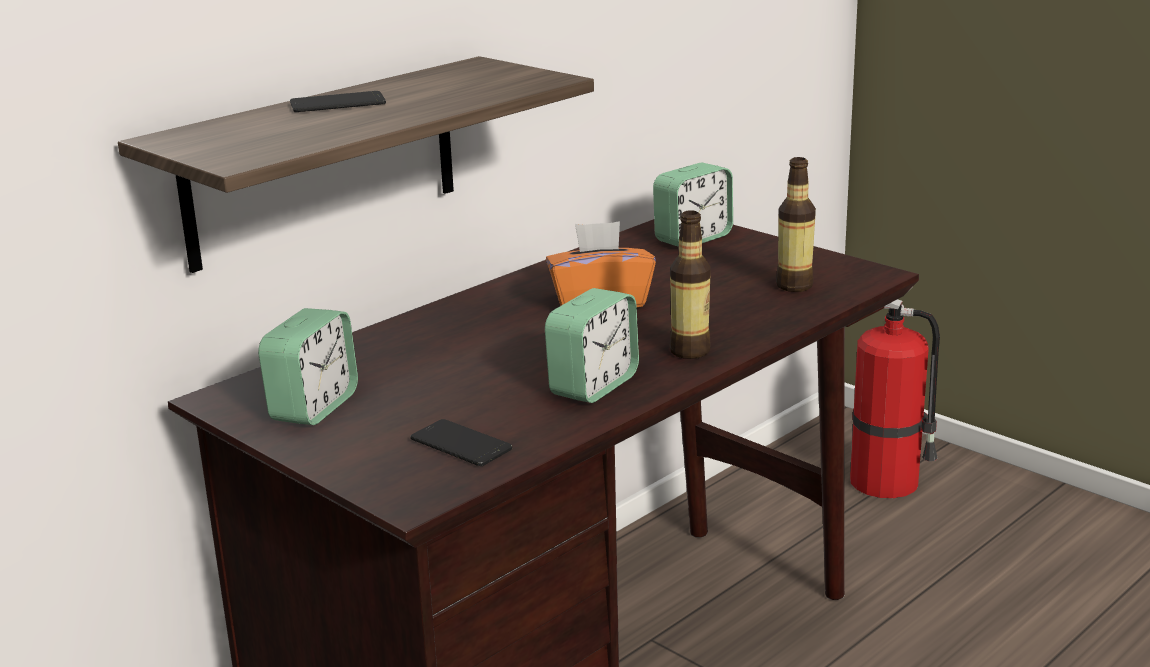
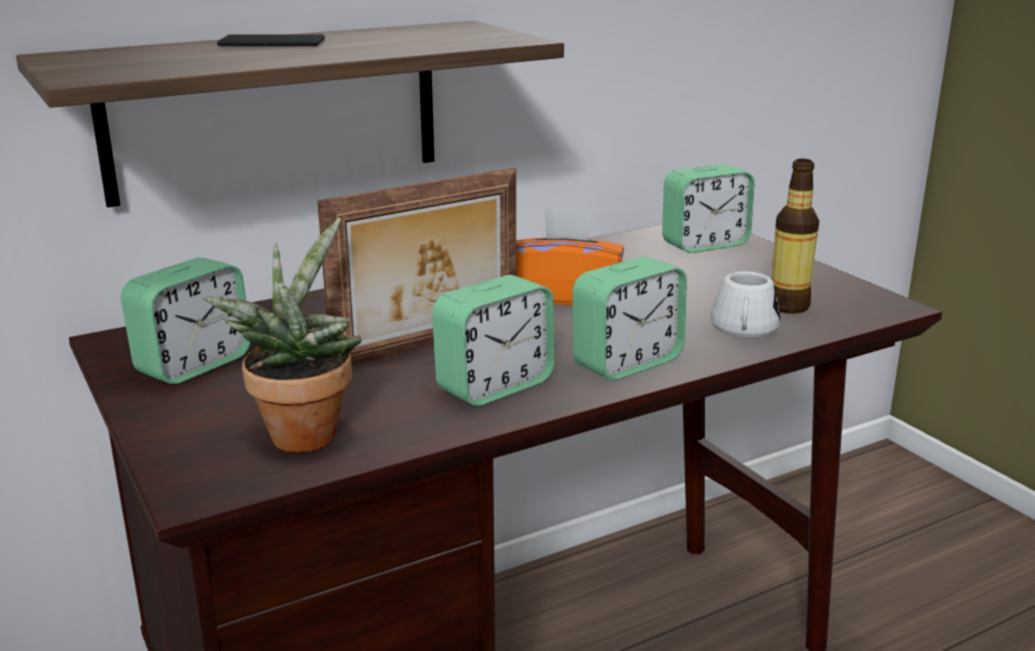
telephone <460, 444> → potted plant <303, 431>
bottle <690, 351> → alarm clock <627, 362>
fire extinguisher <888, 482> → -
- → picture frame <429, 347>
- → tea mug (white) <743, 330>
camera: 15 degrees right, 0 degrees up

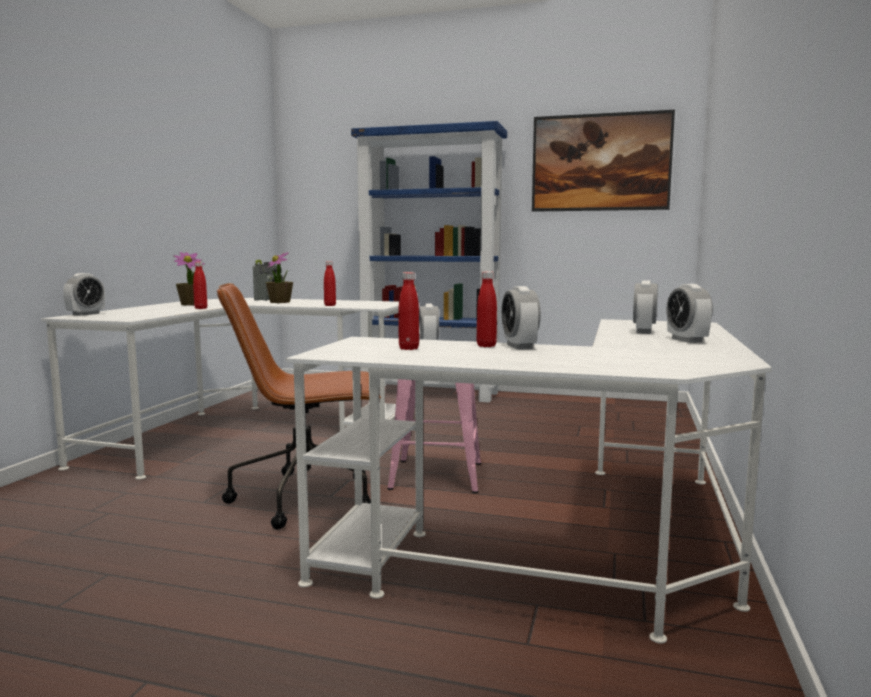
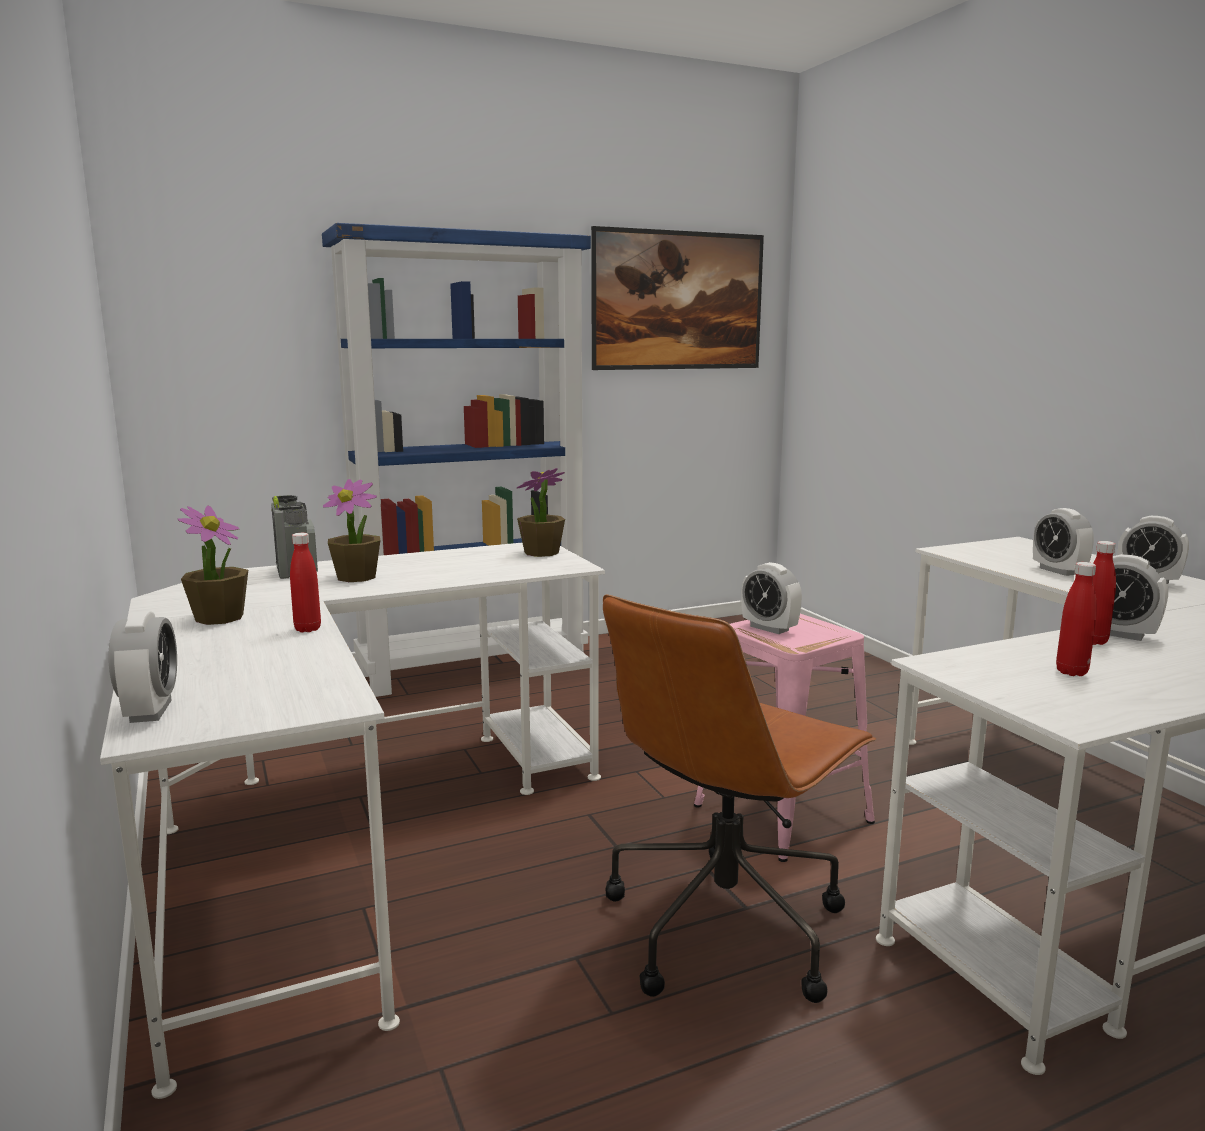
bottle (red) <330, 305> → -
- → potted plant <541, 552>
camera: 40 degrees left, 5 degrees up

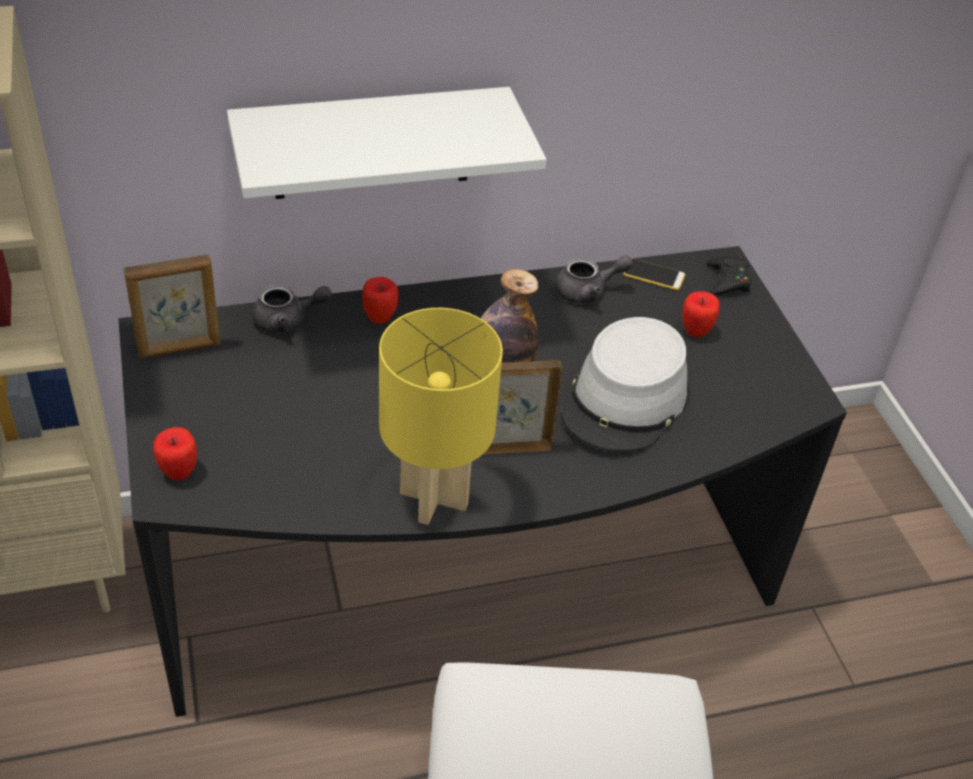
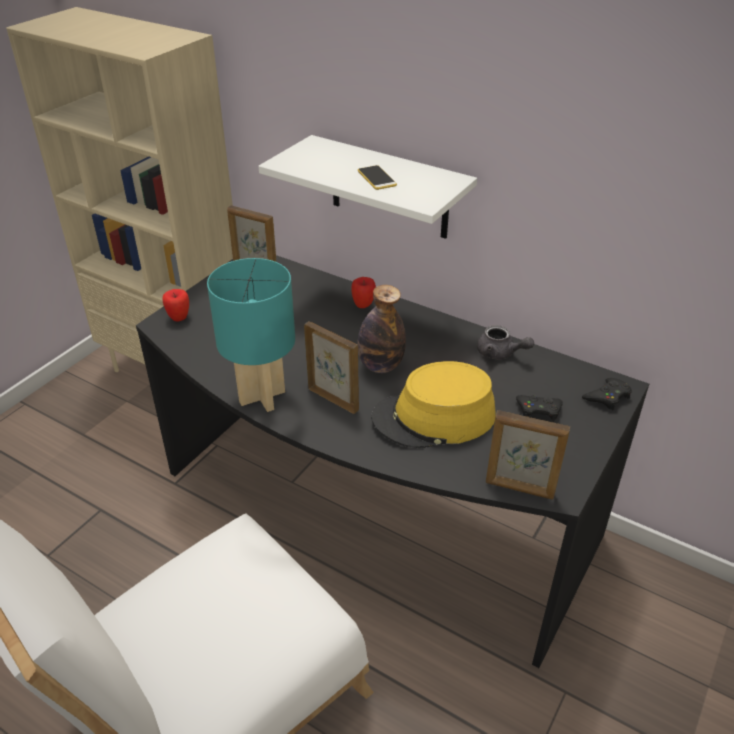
pot for tea (greyish) <288, 321> → -
lamp for a table (yellow-coloured) <432, 499> → lamp for a table (turquoise-coloured) <261, 396>
clothing hat (greyish) <625, 401> → clothing hat (yellow-coloured) <434, 418>
telephone <654, 275> → telephone <377, 178>, moved
apple <695, 331> → gamepad (blackish) <538, 410>
- → picture frame <519, 489>
camera: 50 degrees right, 5 degrees down

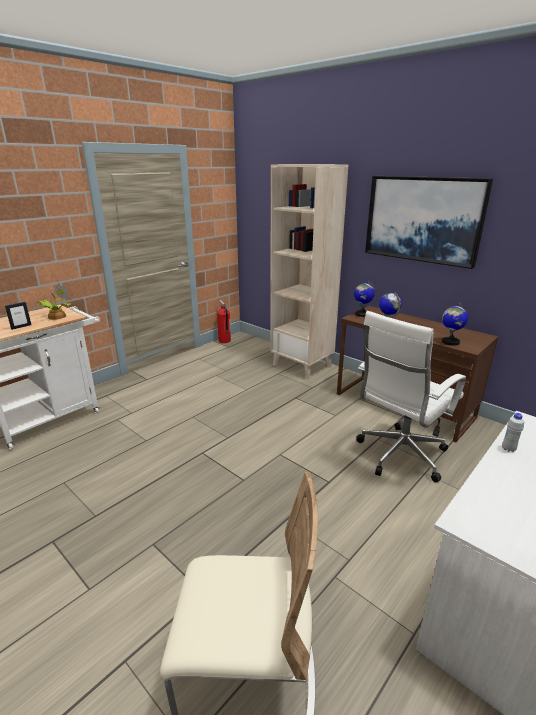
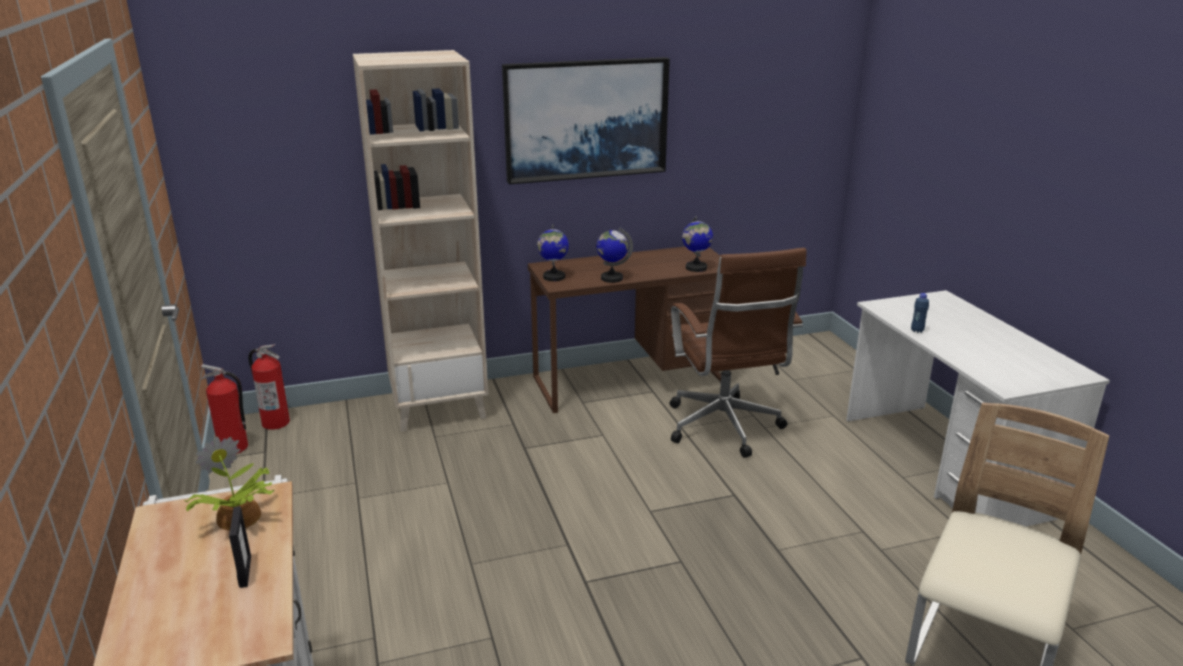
computer chair (white) <399, 456> → computer chair (brownish) <724, 429>
bottle (white) <508, 449> → bottle (bluish) <917, 331>
- → fire extinguisher <275, 422>
camera: 60 degrees left, 0 degrees up

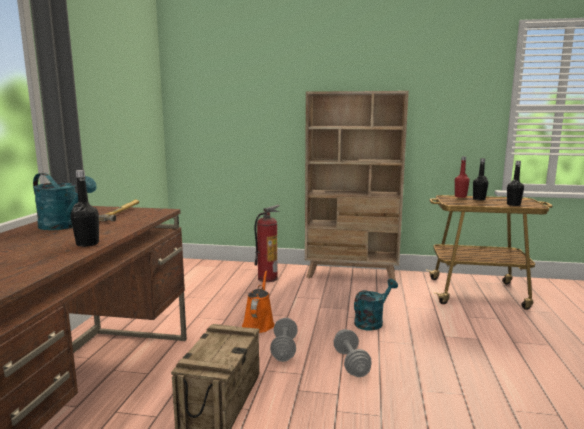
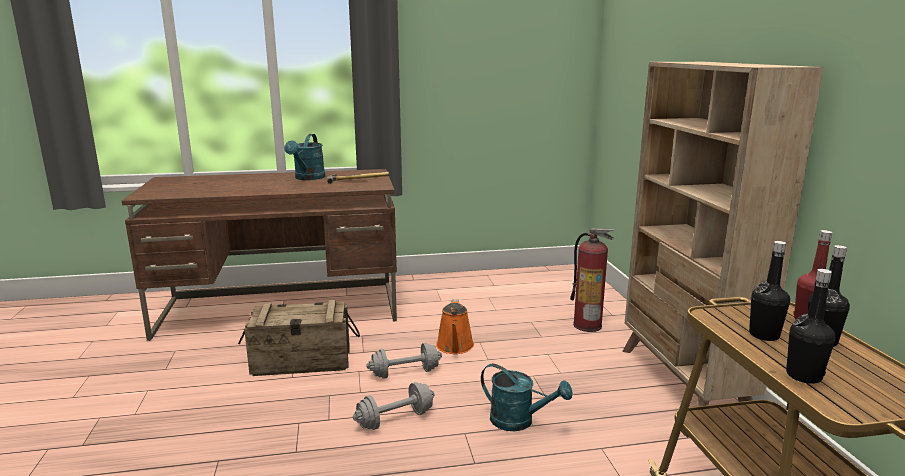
bottle (blackish) <87, 244> → bottle (blackish) <764, 335>, moved
watering pot (orange-coloured) <259, 323> → watering pot (orange-coloured) <455, 347>, 105 degrees clockwise
camera: 70 degrees right, 5 degrees up

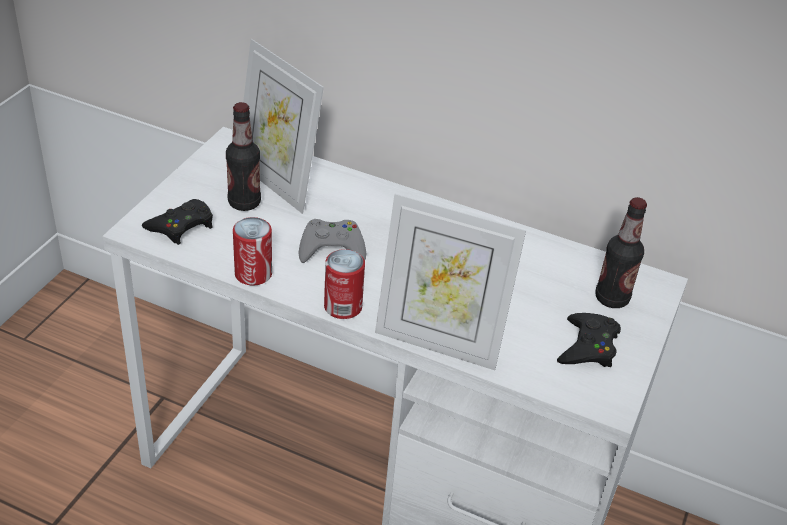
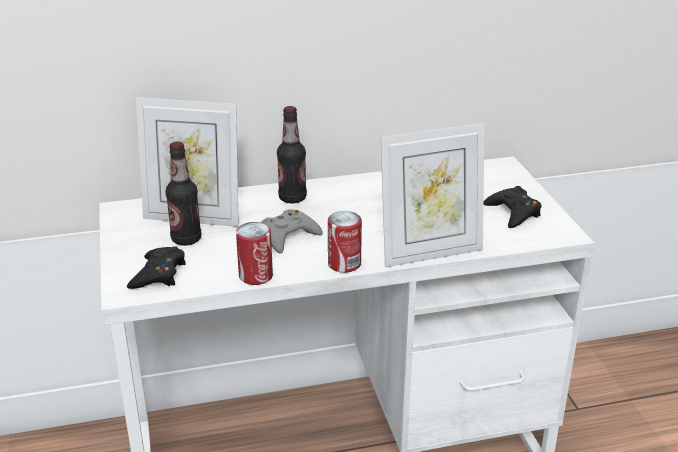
bottle <611, 298> → bottle <292, 198>, moved
camera: 35 degrees left, 10 degrees down

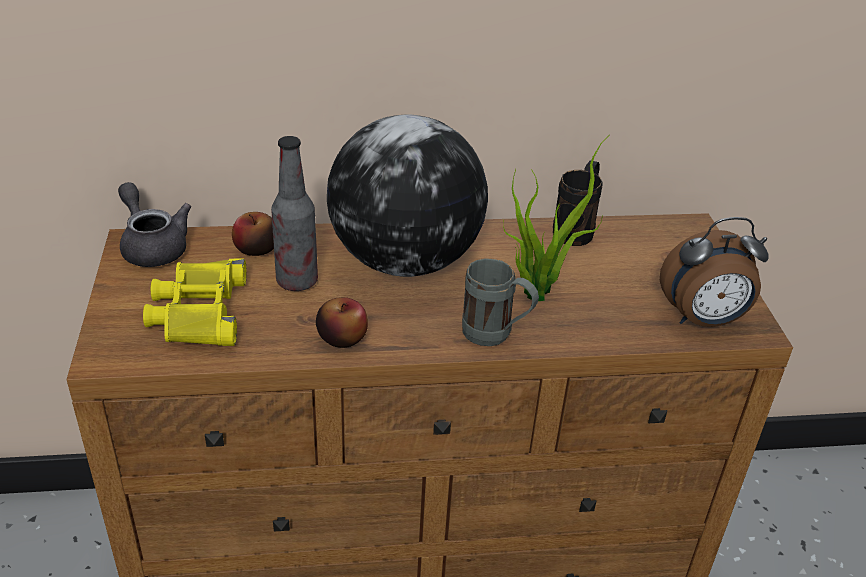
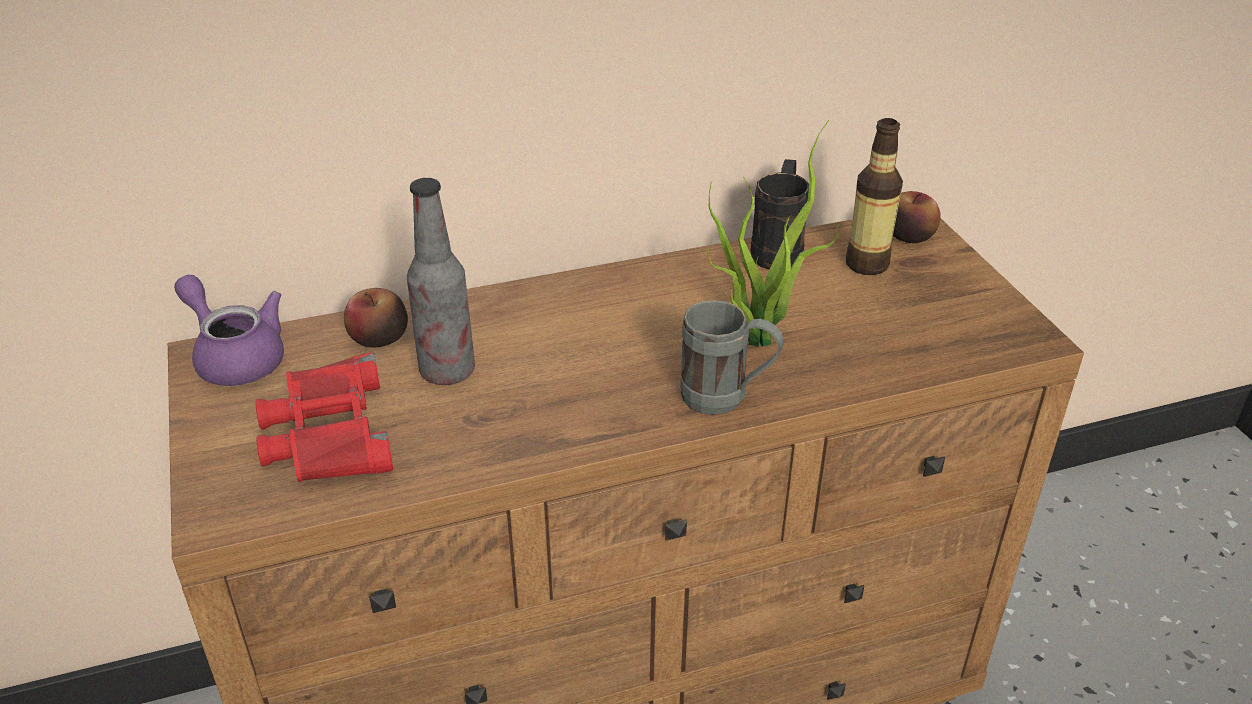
pot for tea (greyish) <152, 246> → pot for tea (purple) <236, 356>
binoculars (yellow-coloured) <198, 311> → binoculars (red) <327, 434>
apple <342, 337> → apple <908, 235>, moved
globe <404, 261> → -
alarm clock <703, 320> → -
- → bottle <866, 264>
camera: 10 degrees left, 0 degrees up

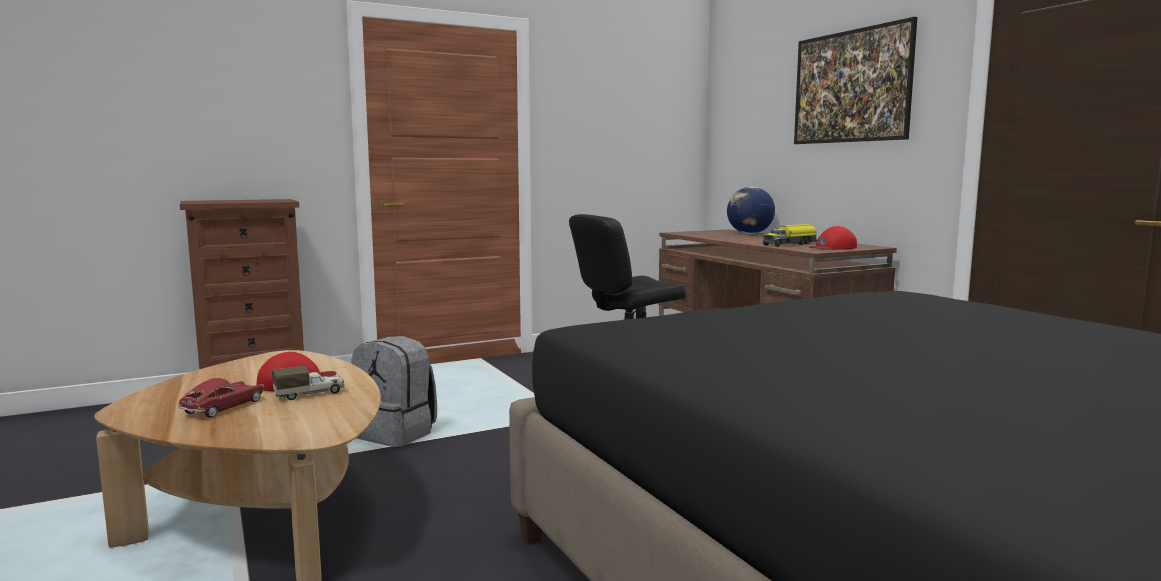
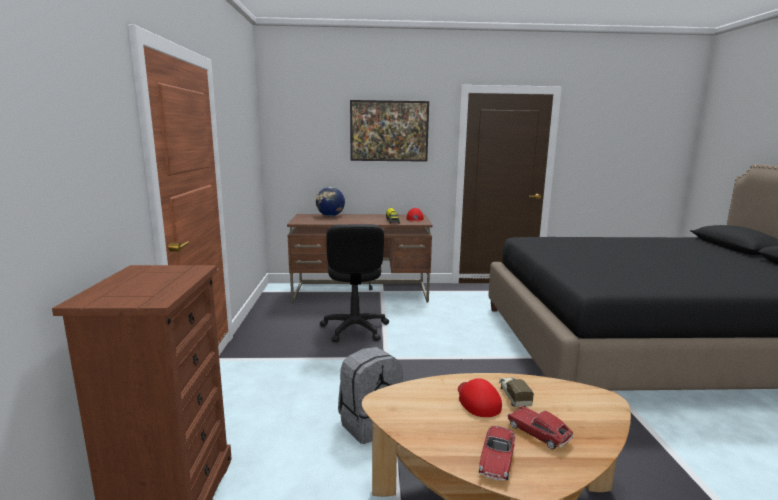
- → model car <497, 460>
camera: 65 degrees left, 5 degrees up

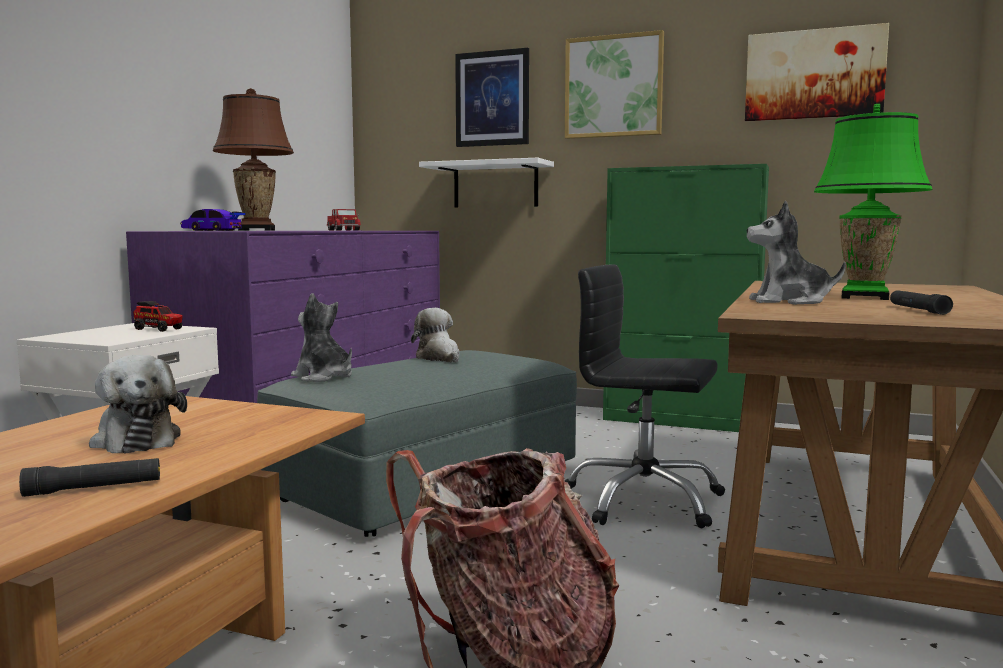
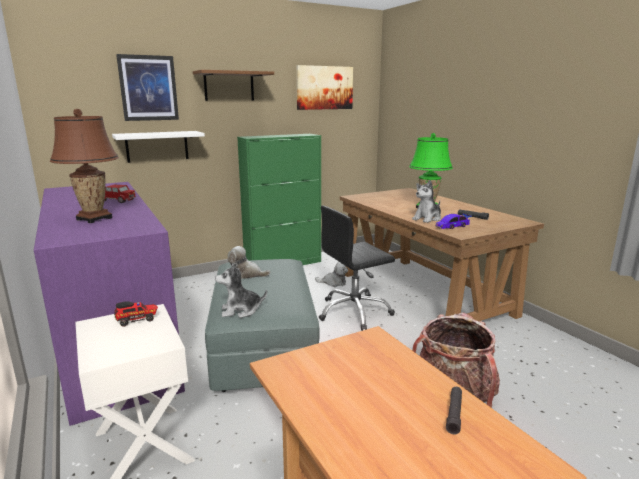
soft toy <136, 440> → soft toy <333, 283>, moved
model car <212, 230> → model car <452, 226>, moved
wall art <613, 86> → wall shelf (brownish) <229, 86>
camera: 50 degrees left, 10 degrees up

